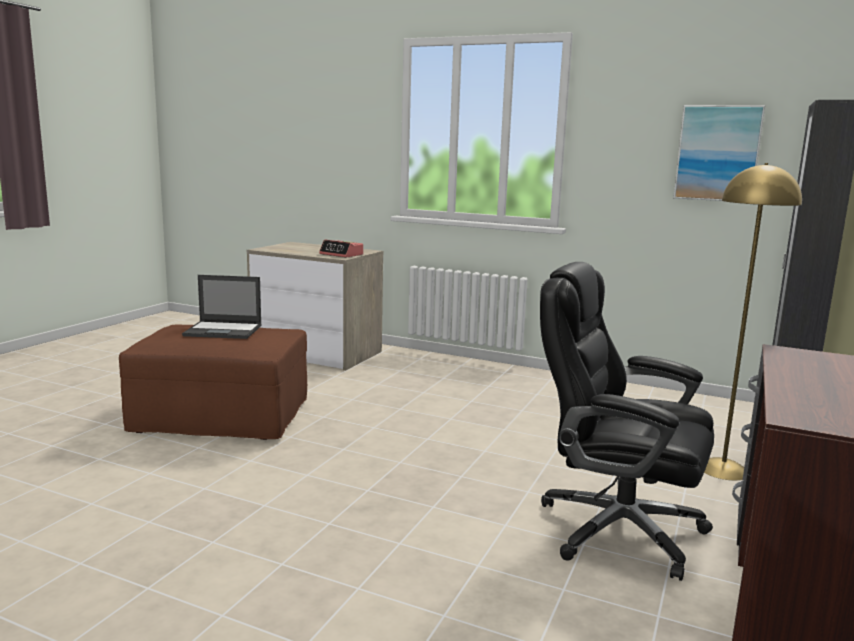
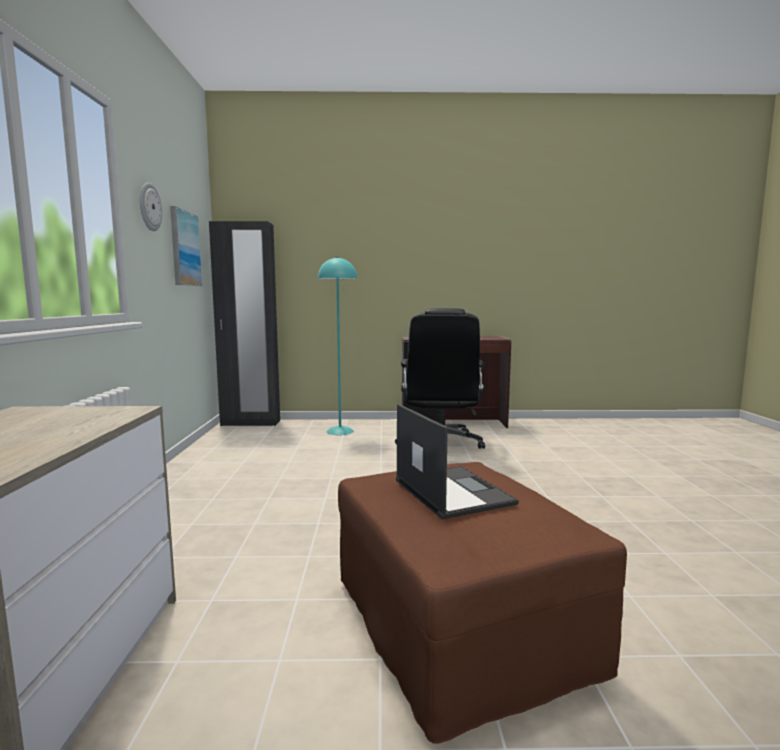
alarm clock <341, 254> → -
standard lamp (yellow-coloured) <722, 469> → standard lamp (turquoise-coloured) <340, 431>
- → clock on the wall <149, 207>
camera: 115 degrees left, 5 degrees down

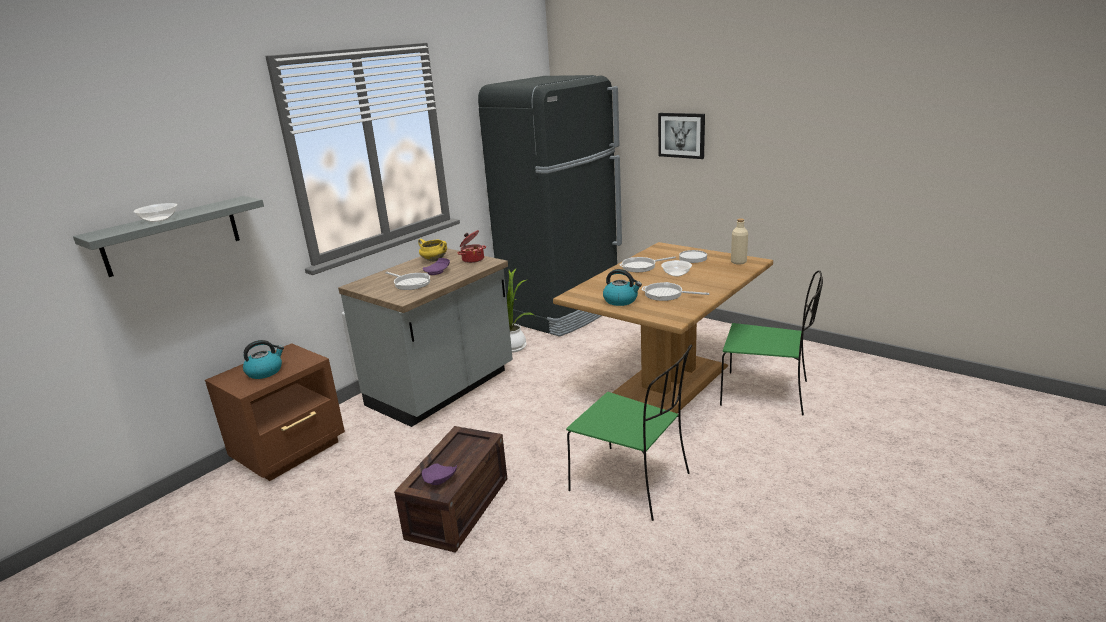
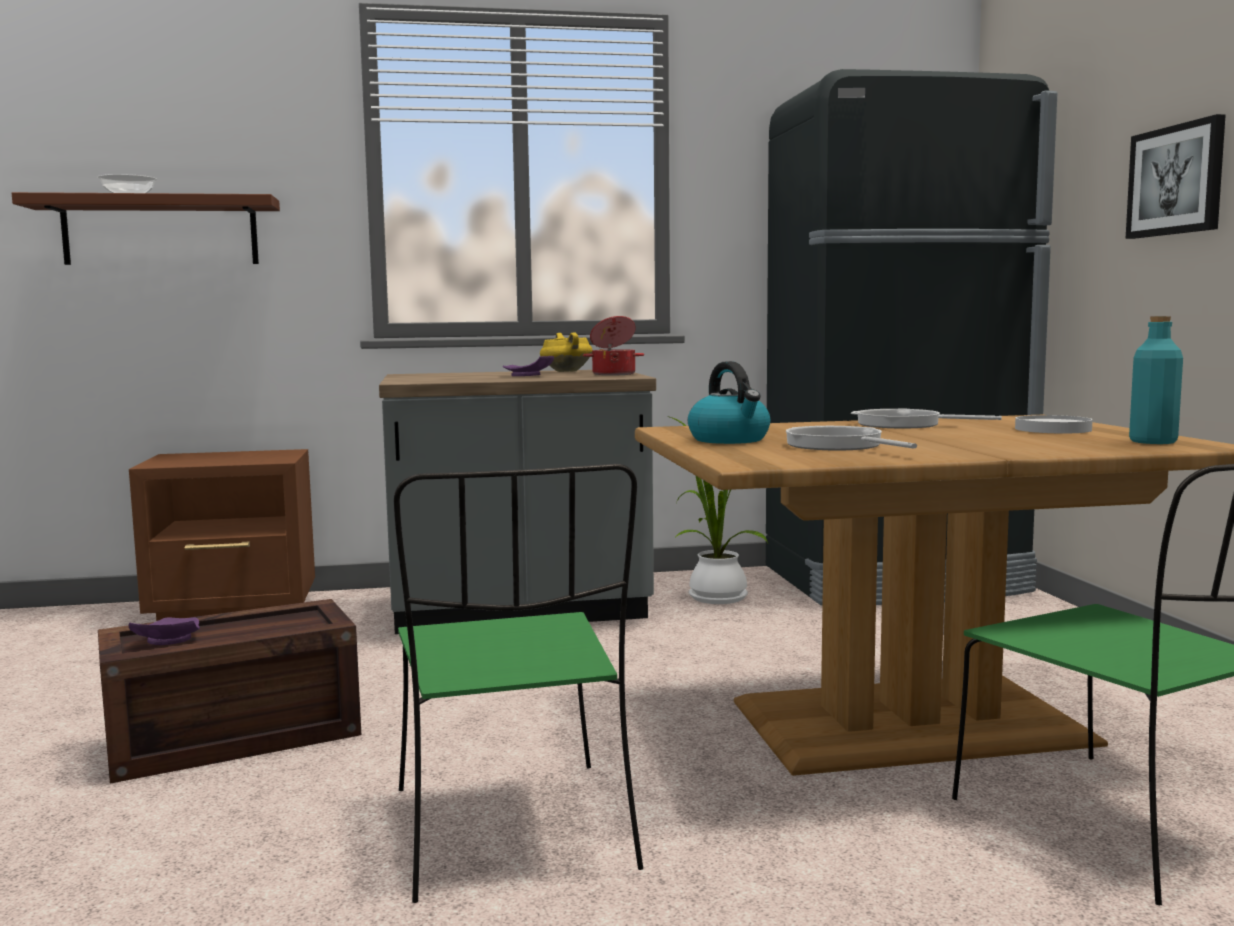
wall shelf (greyish) <172, 236> → wall shelf (brownish) <161, 232>
tea kettle <265, 371> → -
skillet <411, 283> → -
deep dish <676, 274> → -
bottle (beige-coloured) <738, 262> → bottle (turquoise-coloured) <1153, 442>
camera: 40 degrees right, 15 degrees down

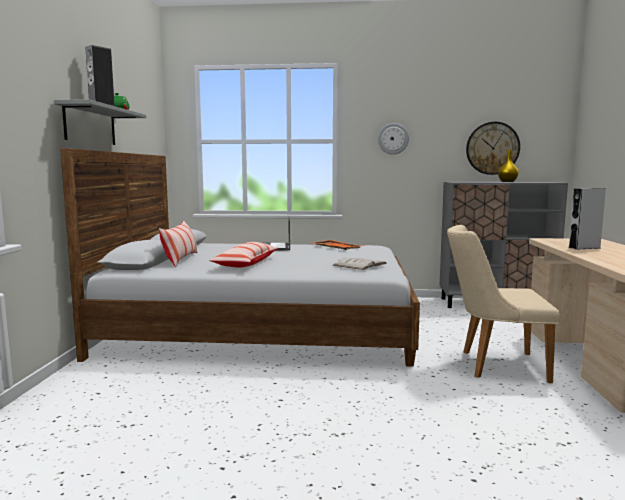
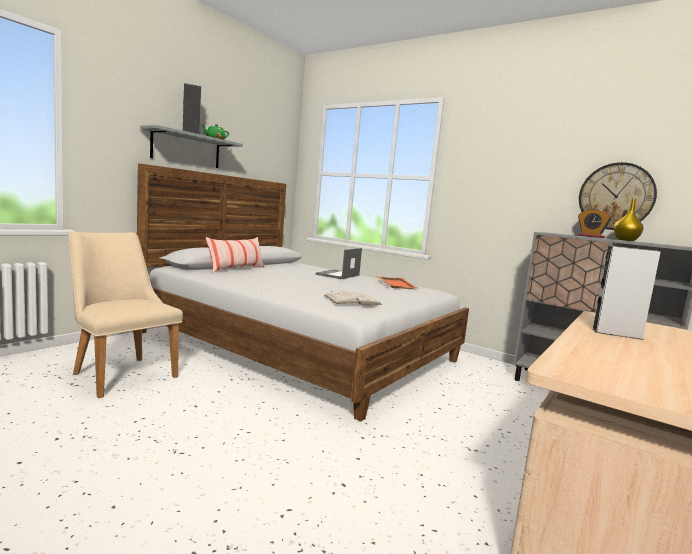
pillow <246, 263> → -
clock on the wall <393, 139> → -
plain chair (beige-coloured) <494, 364> → plain chair (beige-coloured) <120, 373>, moved
- → alarm clock <591, 236>
camera: 30 degrees right, 0 degrees up

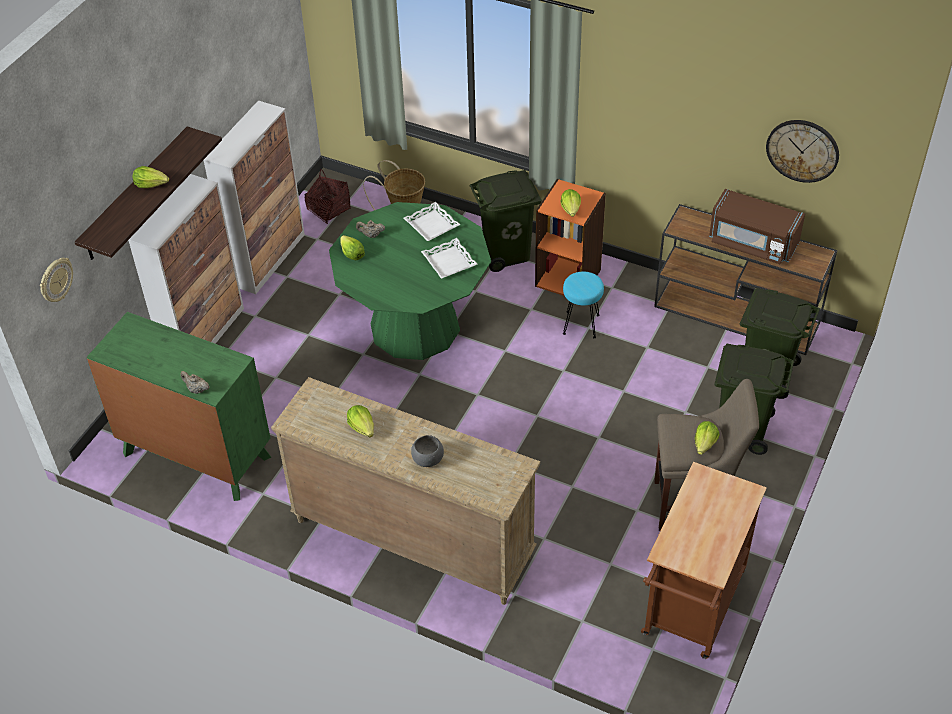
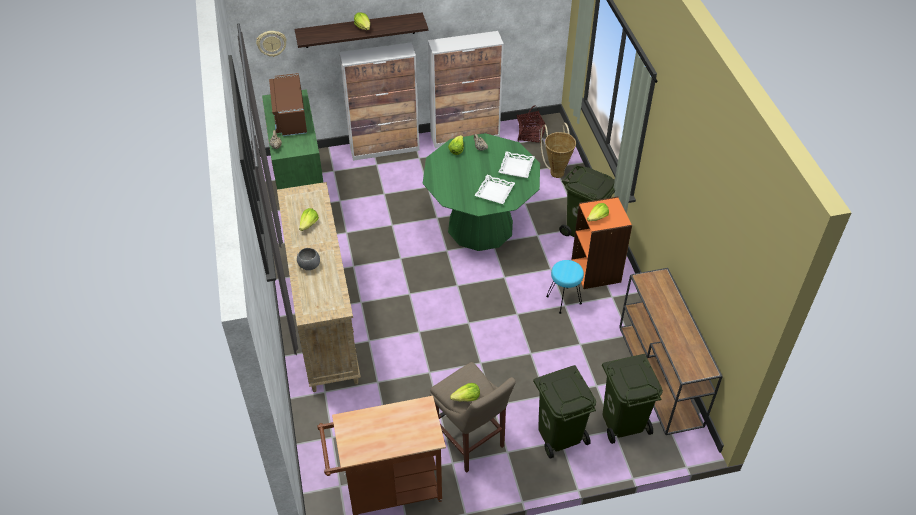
microwave (brownish) <752, 243> → microwave (brownish) <290, 117>, moved
clock on the wall <802, 150> → -
camera: 50 degrees right, 0 degrees up

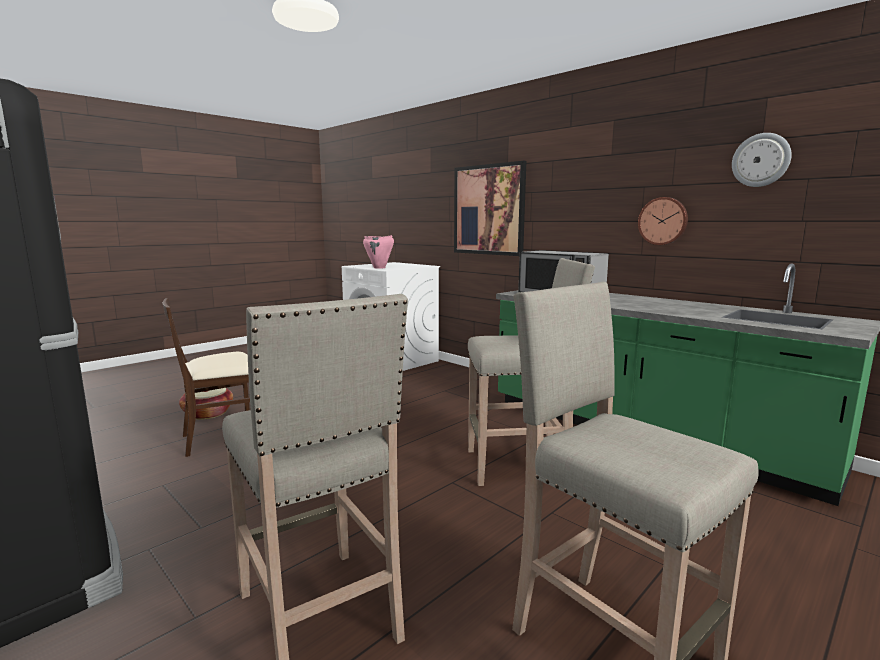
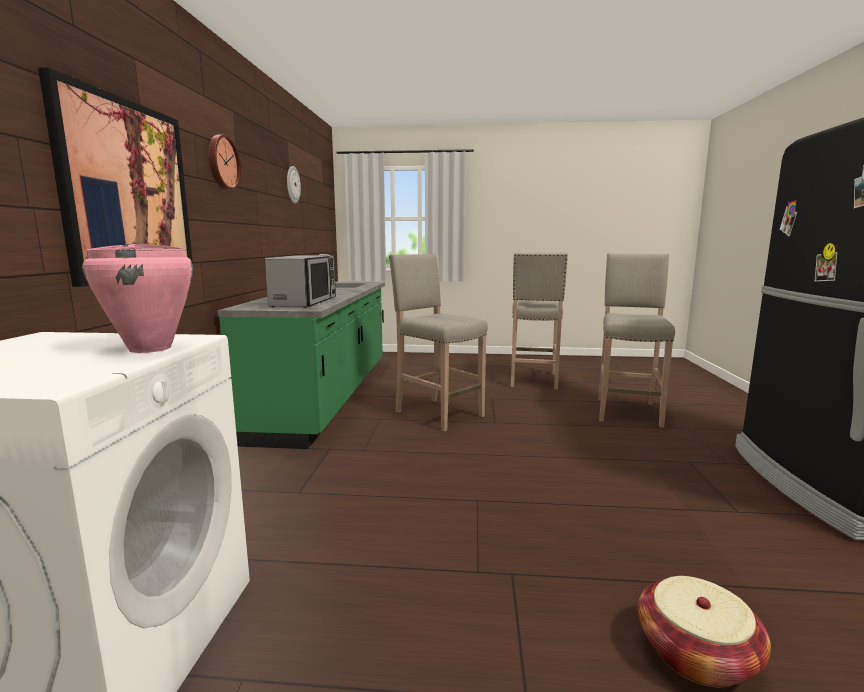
plain chair (beige-coloured) <222, 438> → -
clock on the wall <663, 221> → clock on the wall <222, 162>, moved
camera: 130 degrees left, 0 degrees up

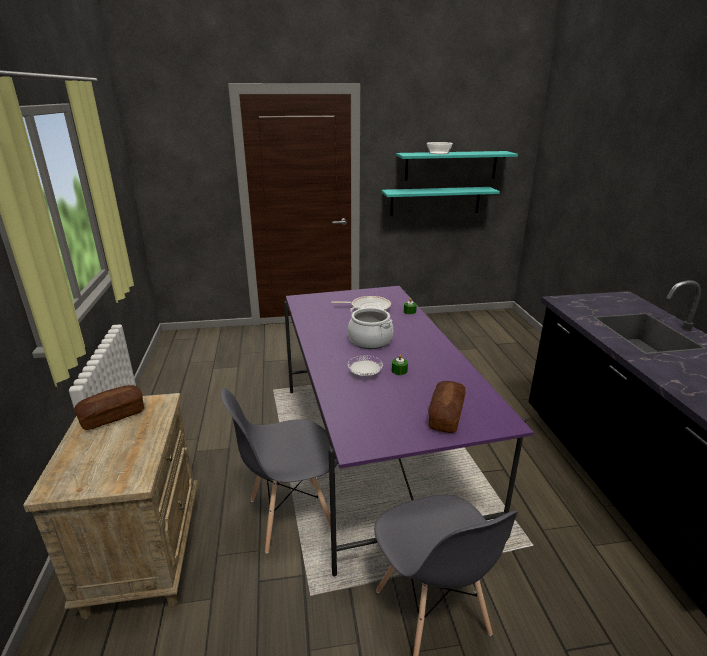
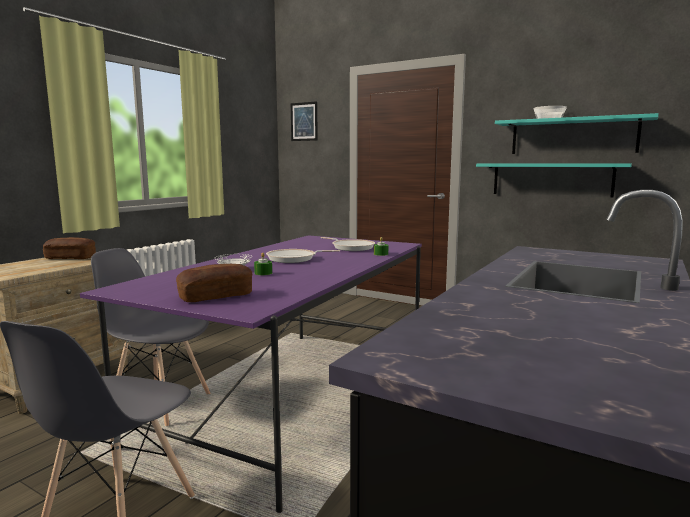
cooking pot <370, 341> → skillet <294, 259>
- → wall art <304, 121>
camera: 40 degrees right, 15 degrees down

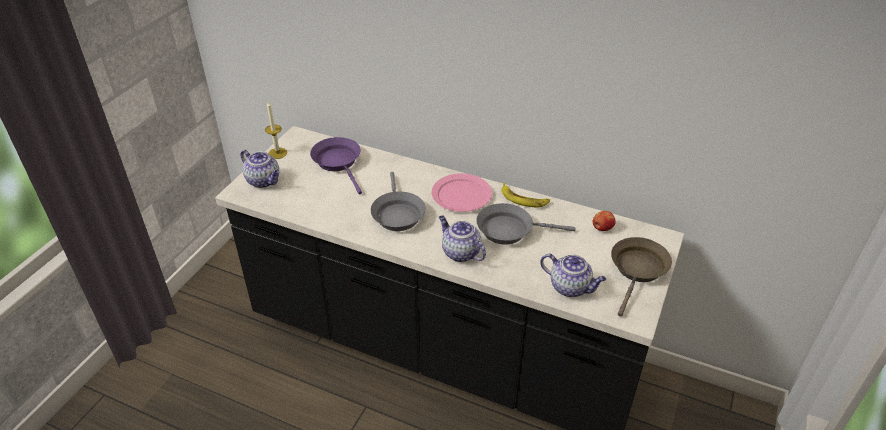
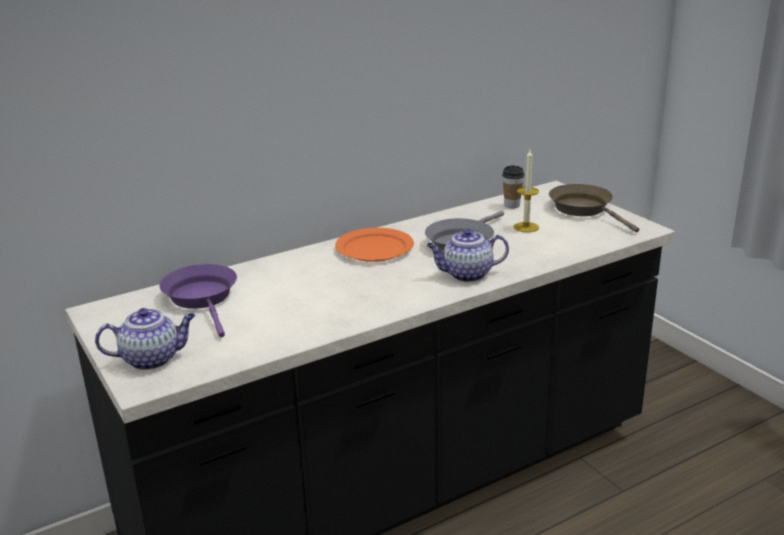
wax light <277, 153> → wax light <526, 227>, moved
skillet (purple) <338, 163> → skillet (purple) <203, 298>, 60 degrees clockwise
skillet (greyish) <397, 214> → -
plate (pink-coloured) <461, 195> → plate (orange-coloured) <374, 248>
whole banana <524, 199> → -
pot for tea <571, 287> → -
apple <602, 228> → drinking cup <512, 205>
camera: 55 degrees left, 15 degrees down

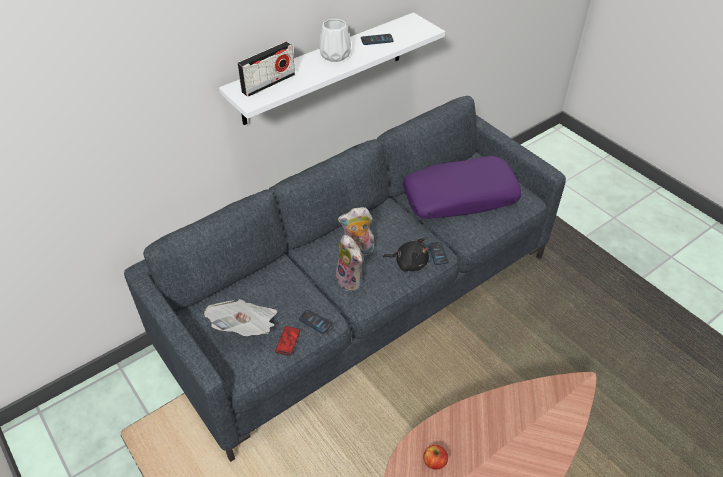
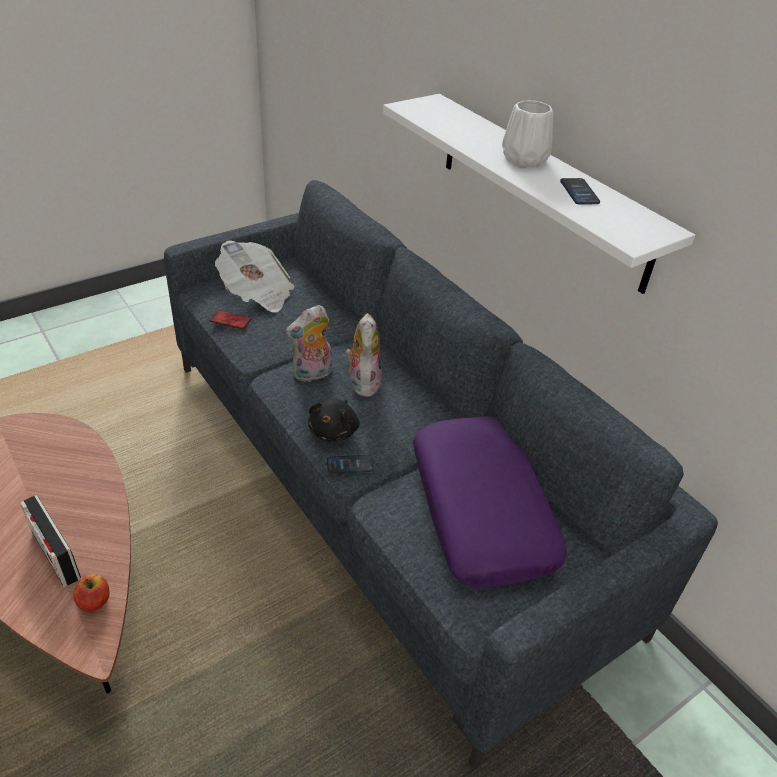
radio receiver <268, 83> → radio receiver <55, 555>, moved
telephone <315, 322> → -
apple <434, 462> → apple <95, 601>, moved
camera: 90 degrees right, 5 degrees down

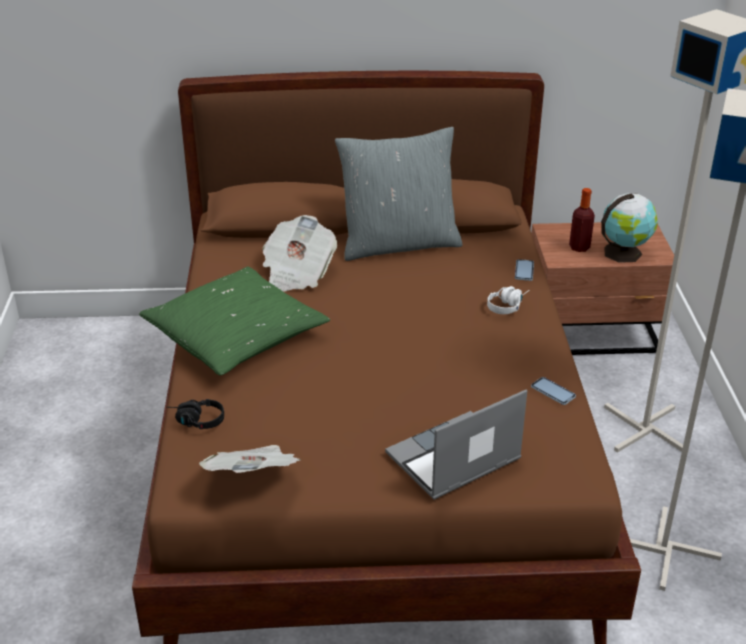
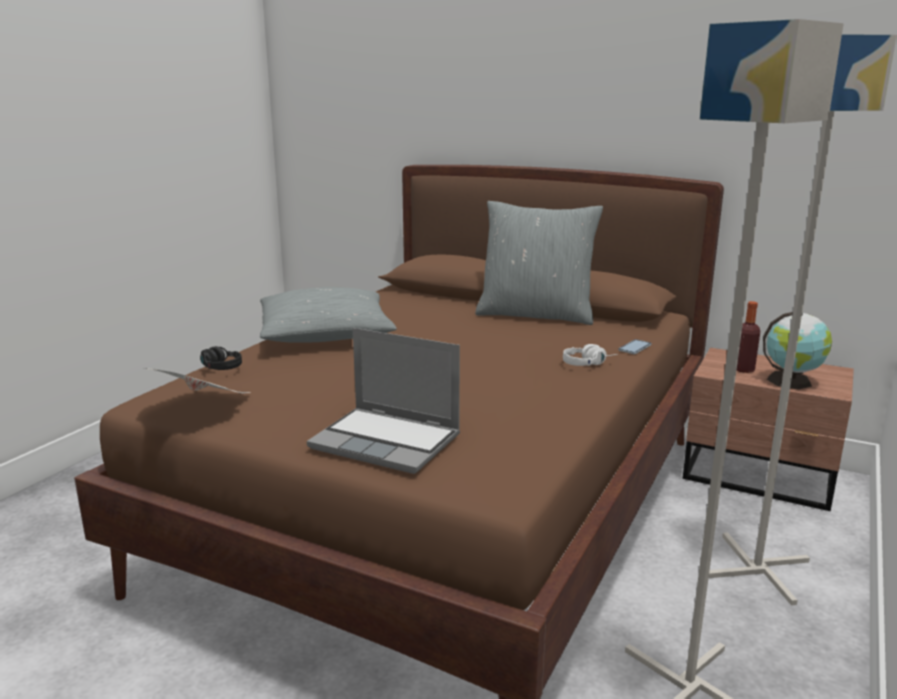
pillow (green-coloured) <236, 336> → pillow (greyish) <325, 334>
newspaper <297, 273> → -
portable computer <453, 459> → portable computer <388, 442>, 150 degrees counterclockwise
telephone <553, 392> → -
camera: 30 degrees right, 15 degrees down

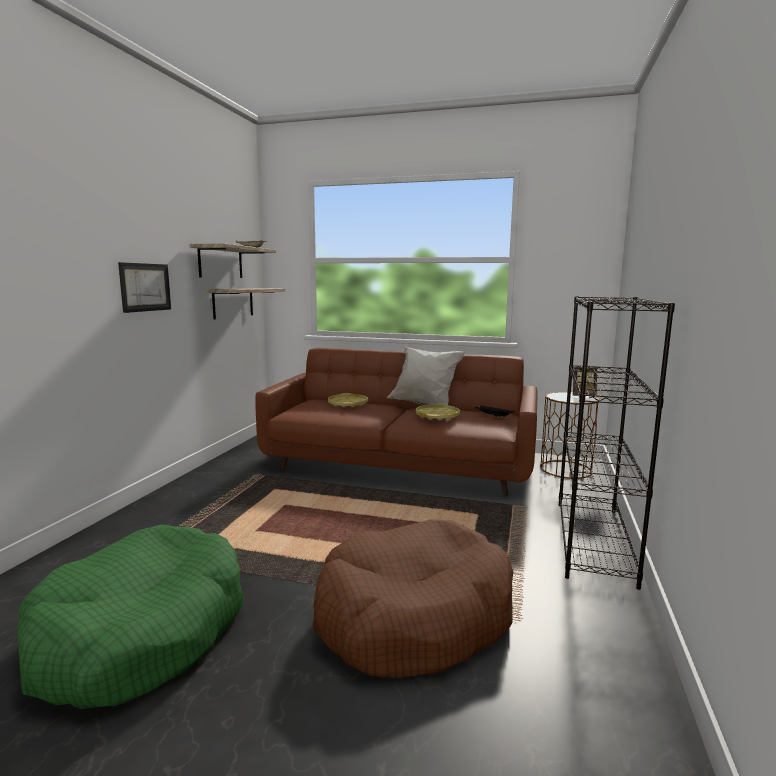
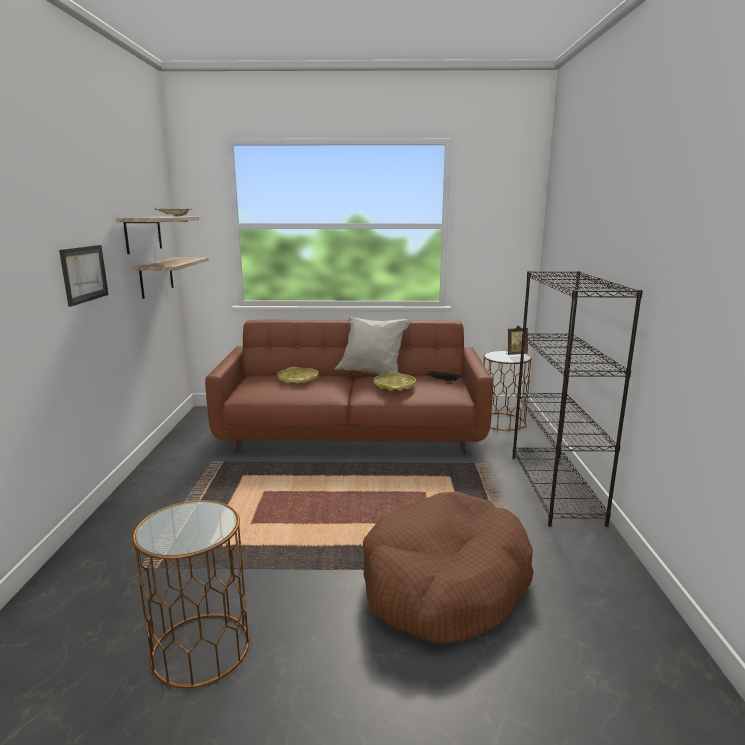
dog cushion (green-coloured) <141, 633> → end table (brownish) <200, 648>
camera: 15 degrees left, 5 degrees up

